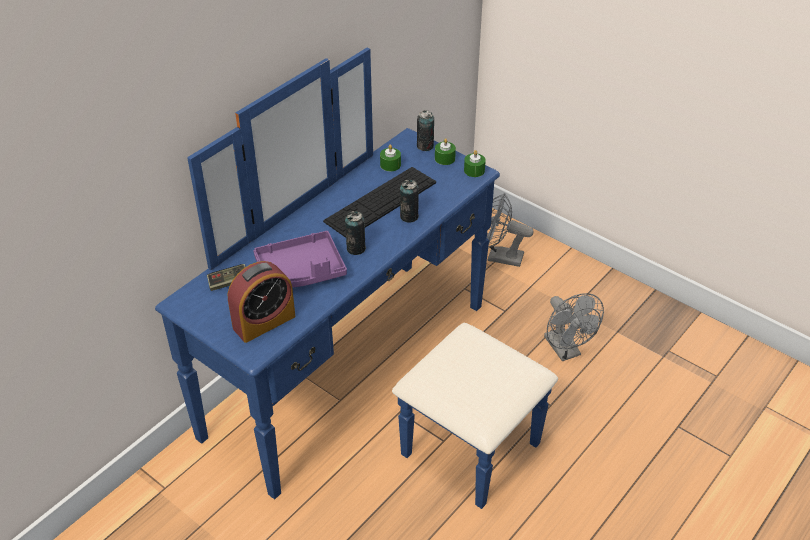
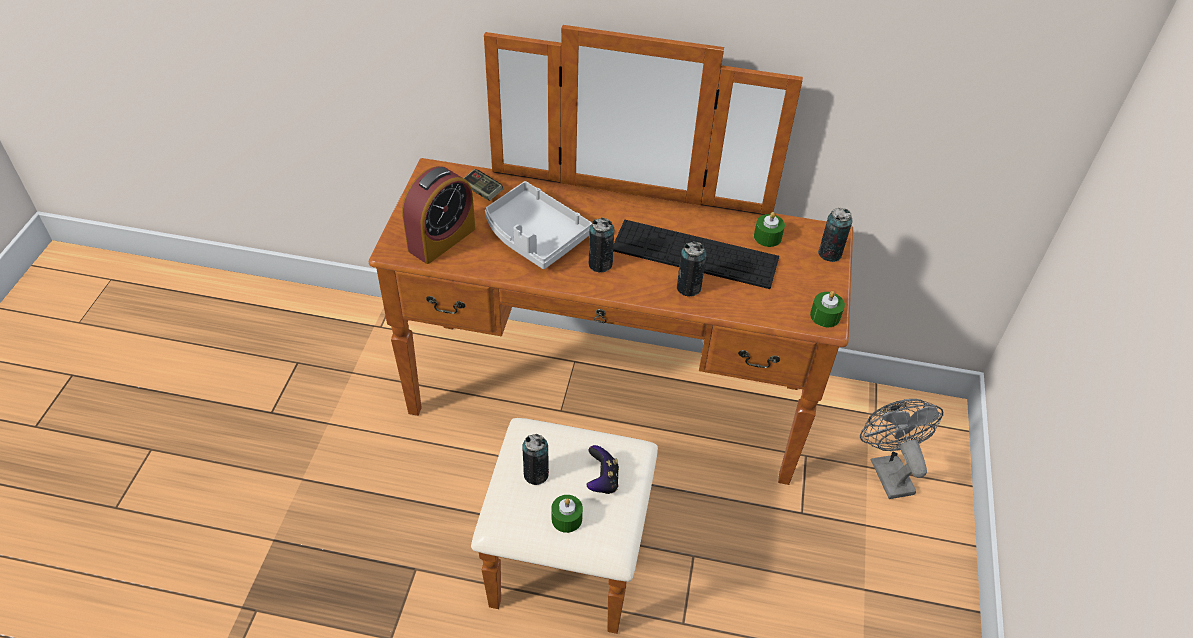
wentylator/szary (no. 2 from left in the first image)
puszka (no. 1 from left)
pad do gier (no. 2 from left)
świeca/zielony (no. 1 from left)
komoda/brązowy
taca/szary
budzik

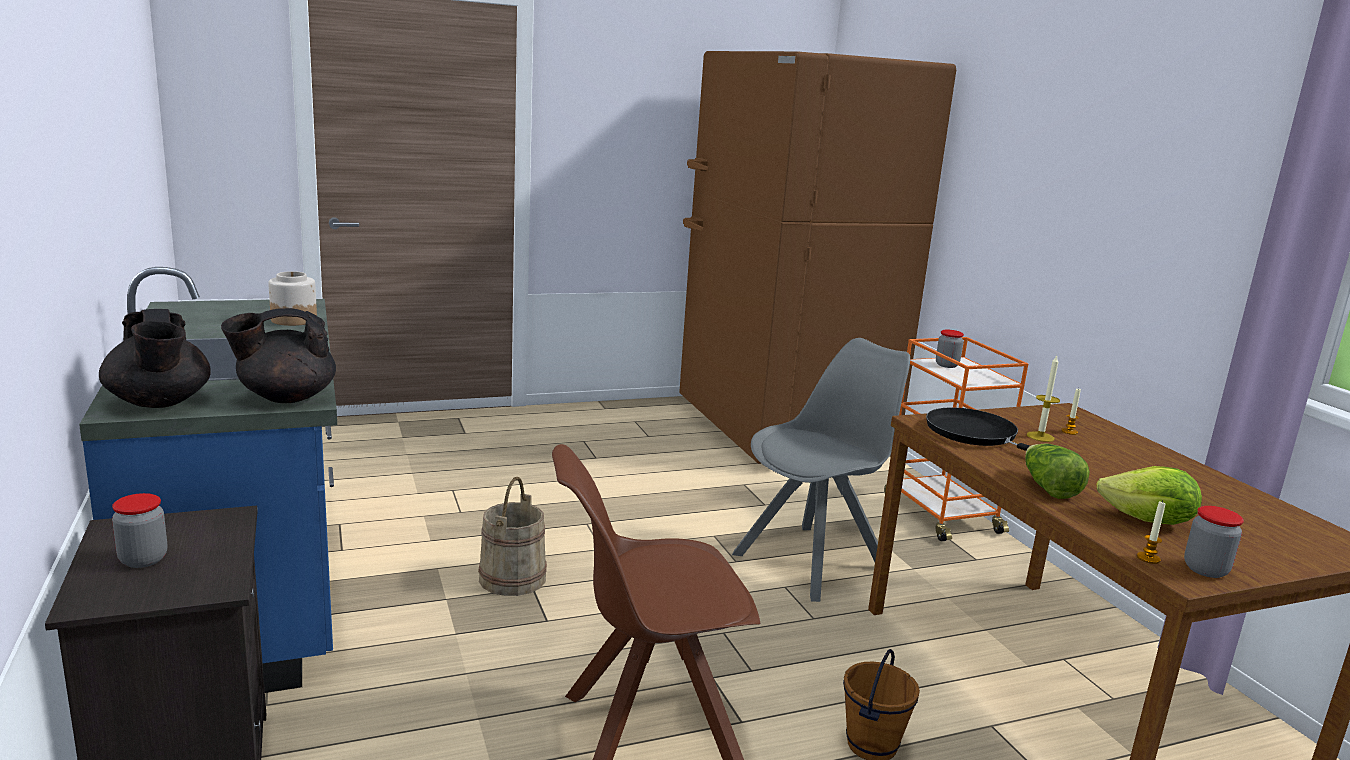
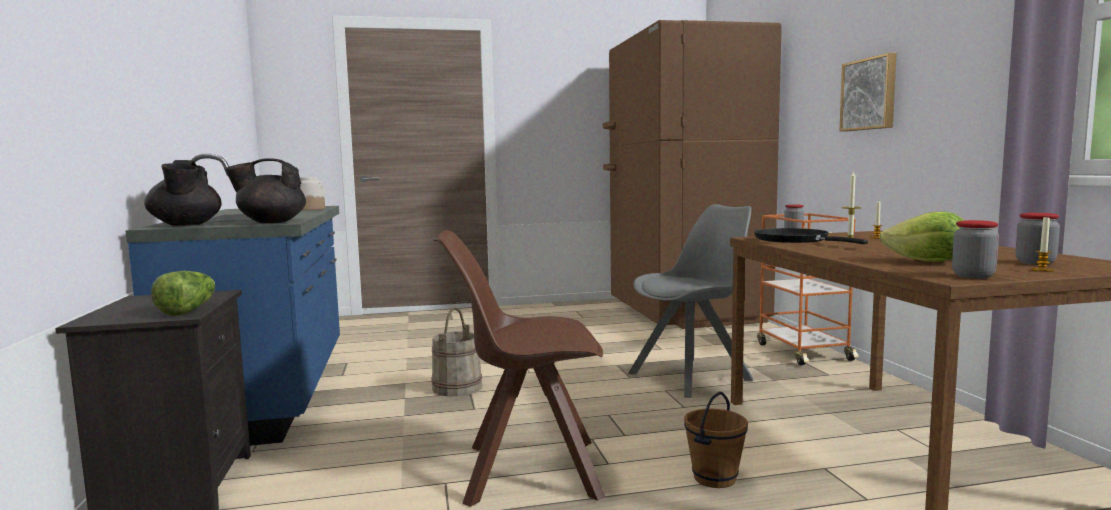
obraz
słoik (no. 4 from left)
sałata (no. 1 from left)
świeca (no. 3 from left)

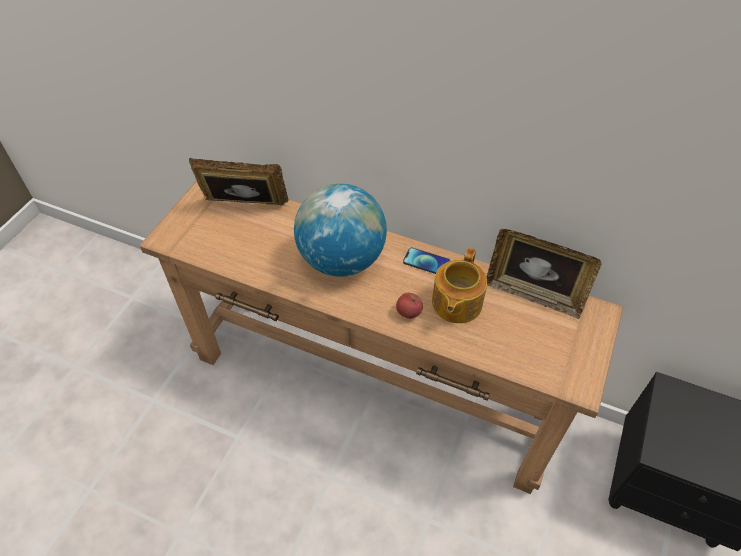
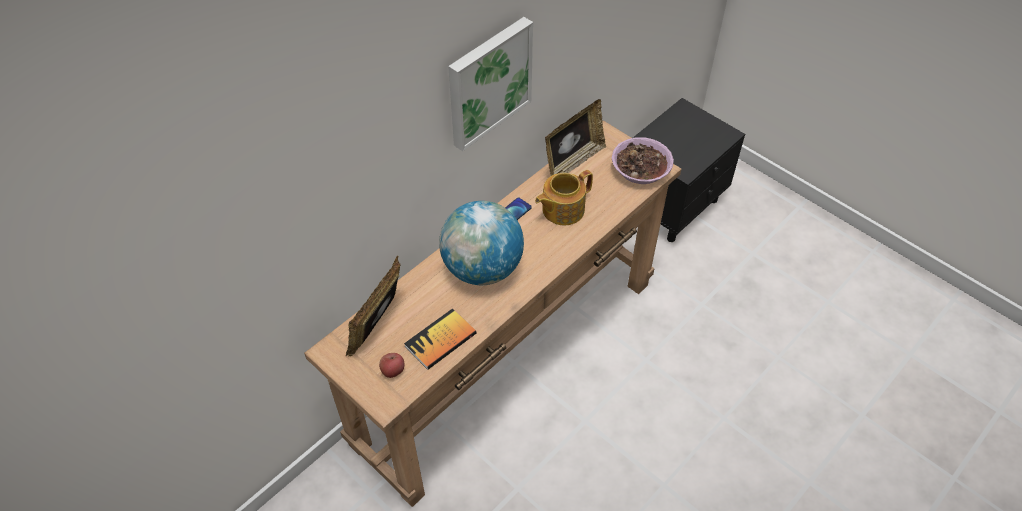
książka
obraz
miska
jabłko
imbryk

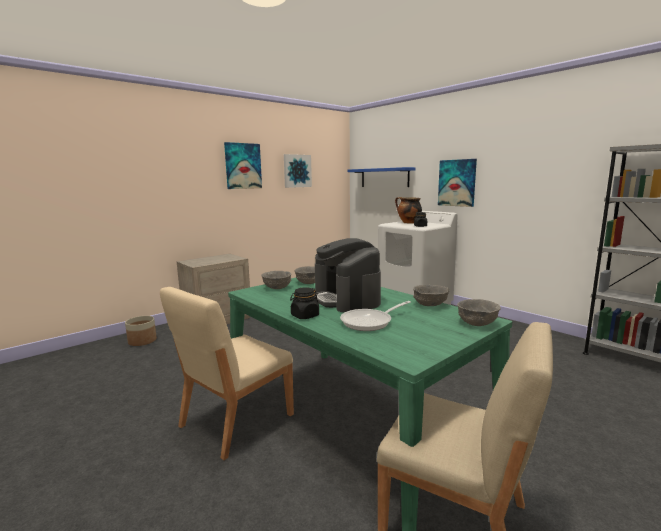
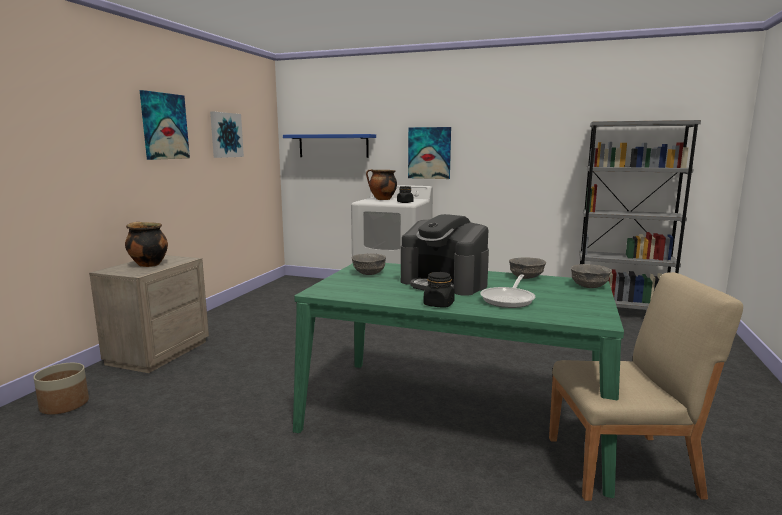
krzesło/beżowy (no. 1 from left in the first image)
miska/szary (no. 1 from left in the first image)
garnek (no. 1 from left)

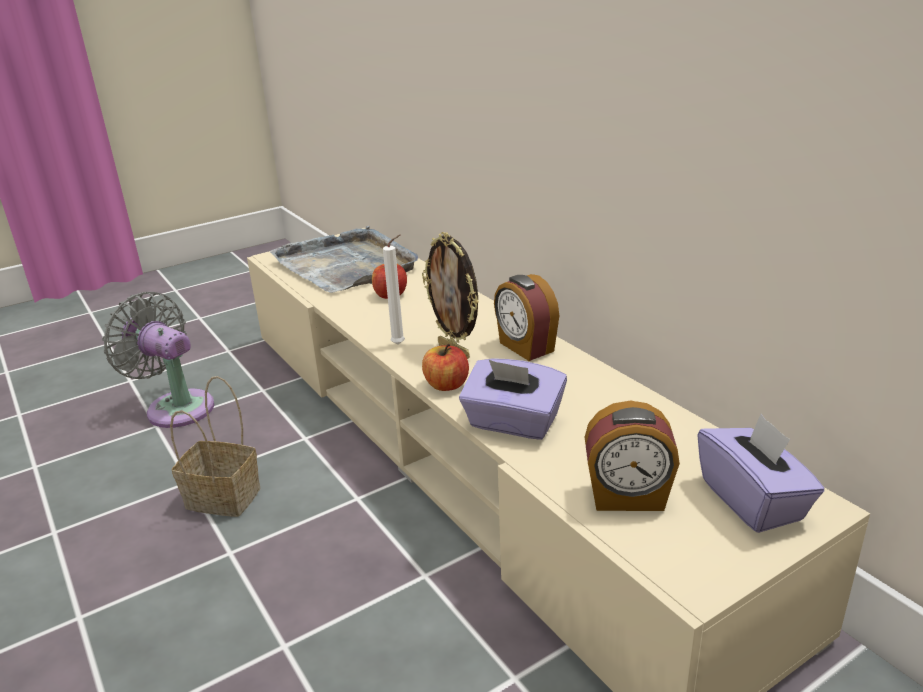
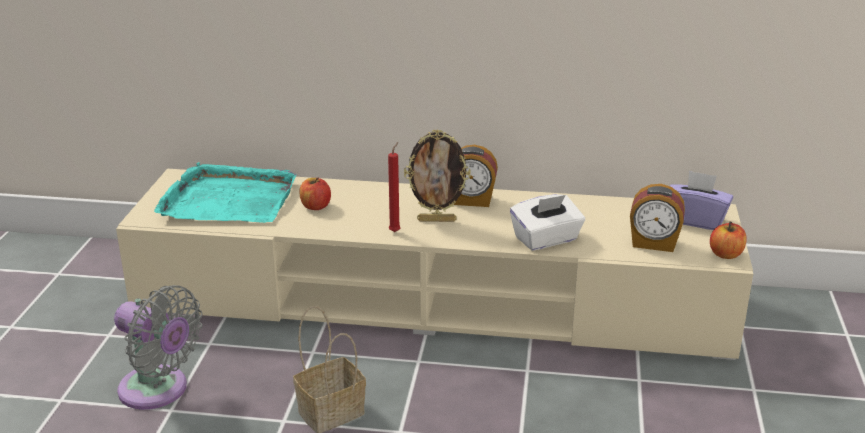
jabłko (no. 2 from left)
taca/turkusowy
świeca/czerwony
pudełko chusteczek/biały
wentylator/szary
budzik (no. 2 from left)

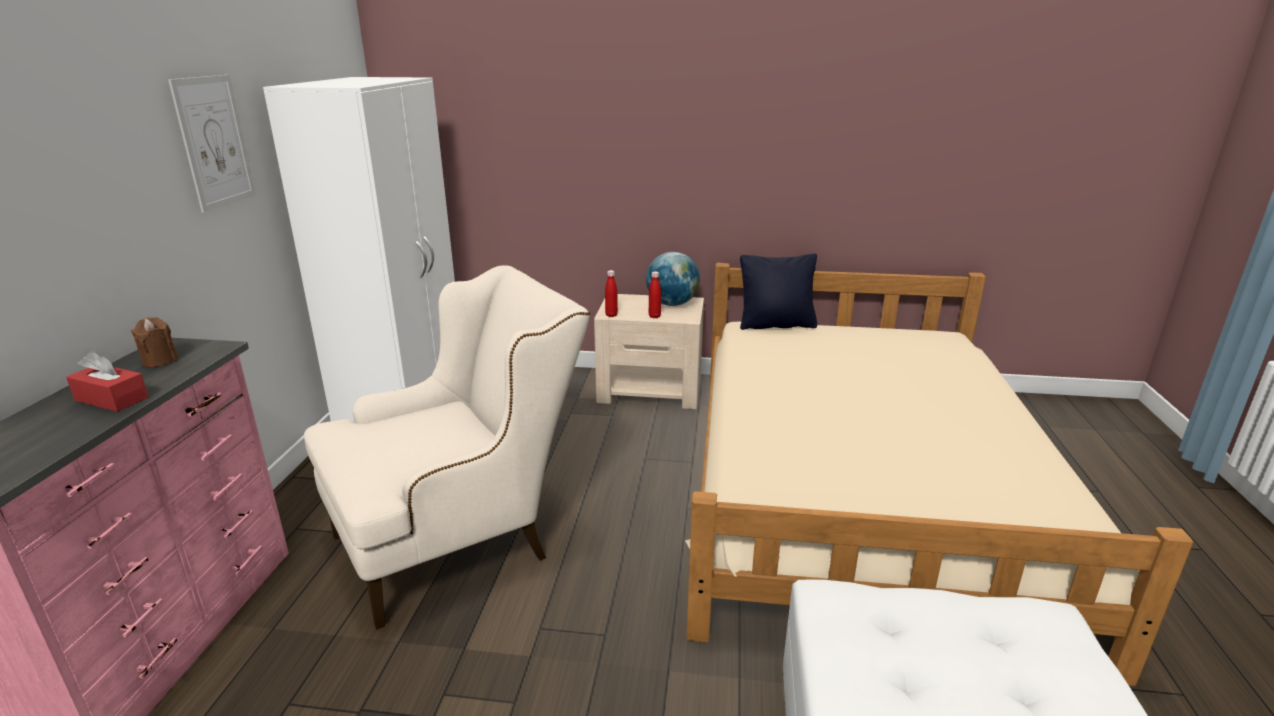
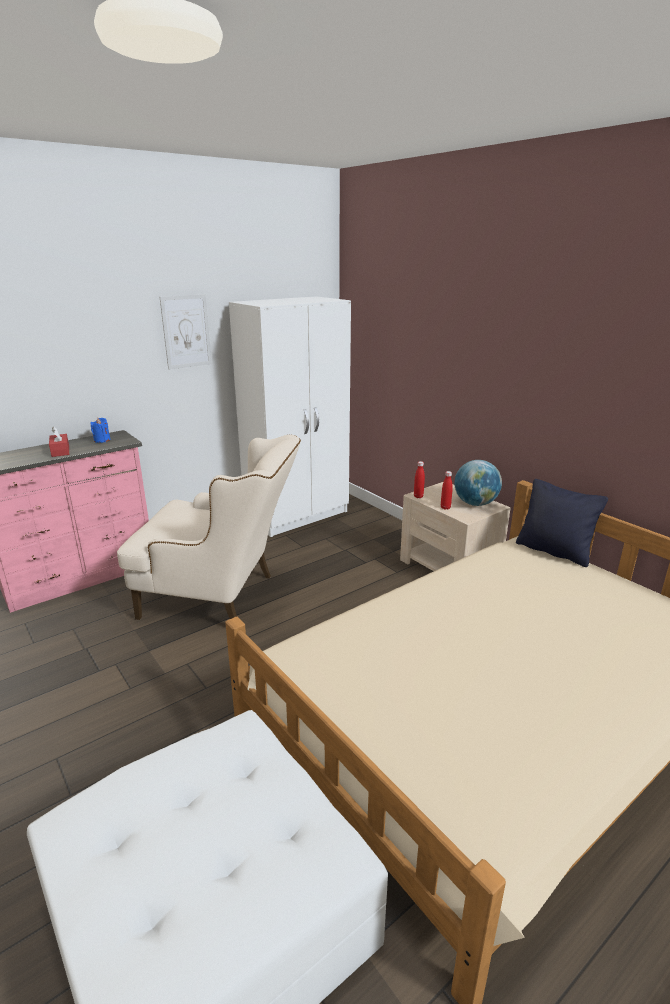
świeca/niebieski

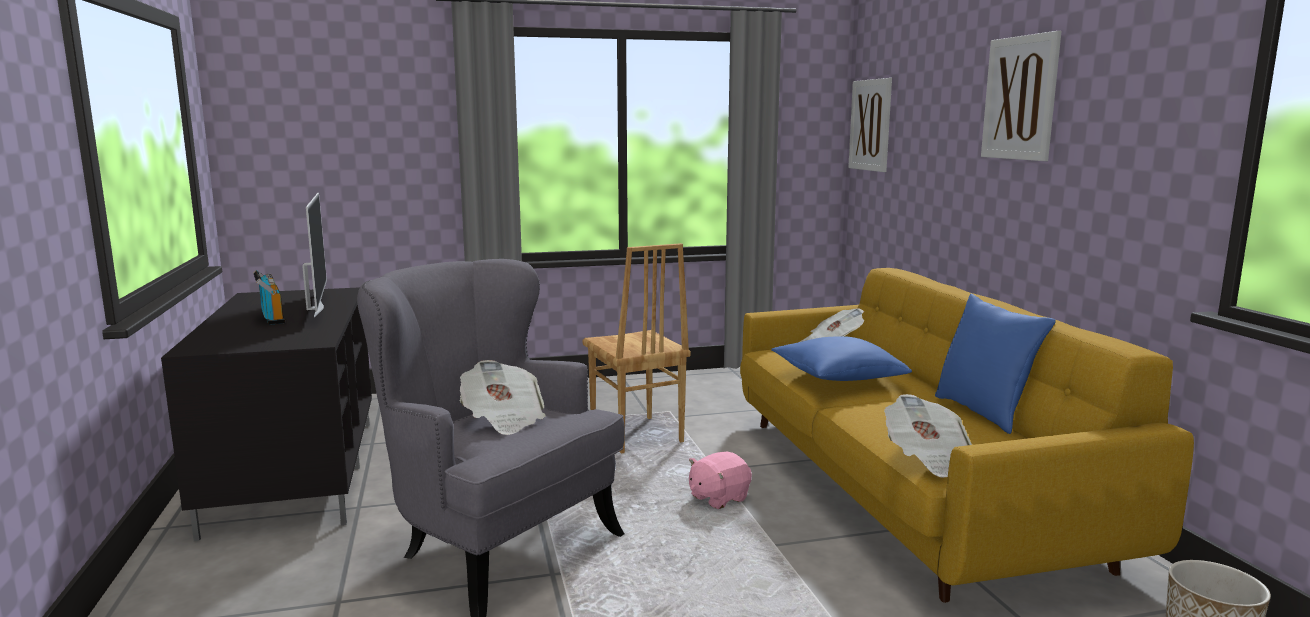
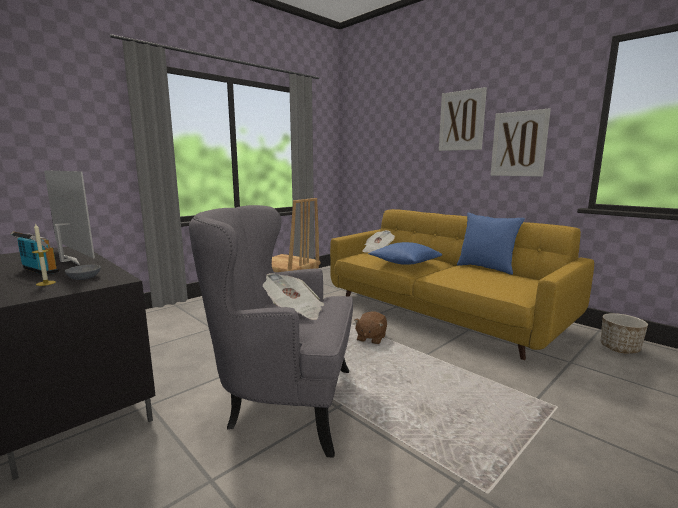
gazeta (no. 3 from left in the first image)
świeca
miska/szary
obraz (no. 2 from left)
pluszak/brązowy

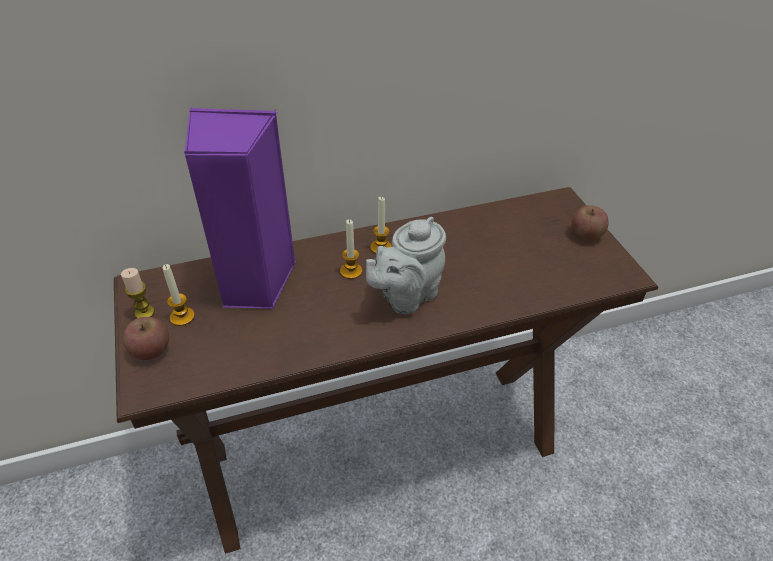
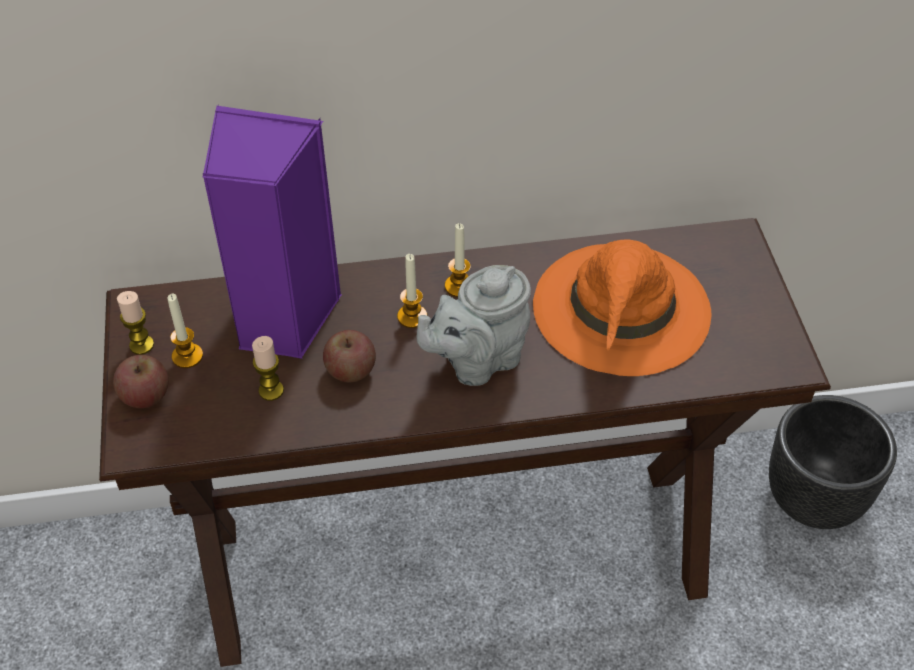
świeca (no. 3 from left)
kapelusz/pomarańczowy
donica/czarny
jabłko (no. 2 from left)

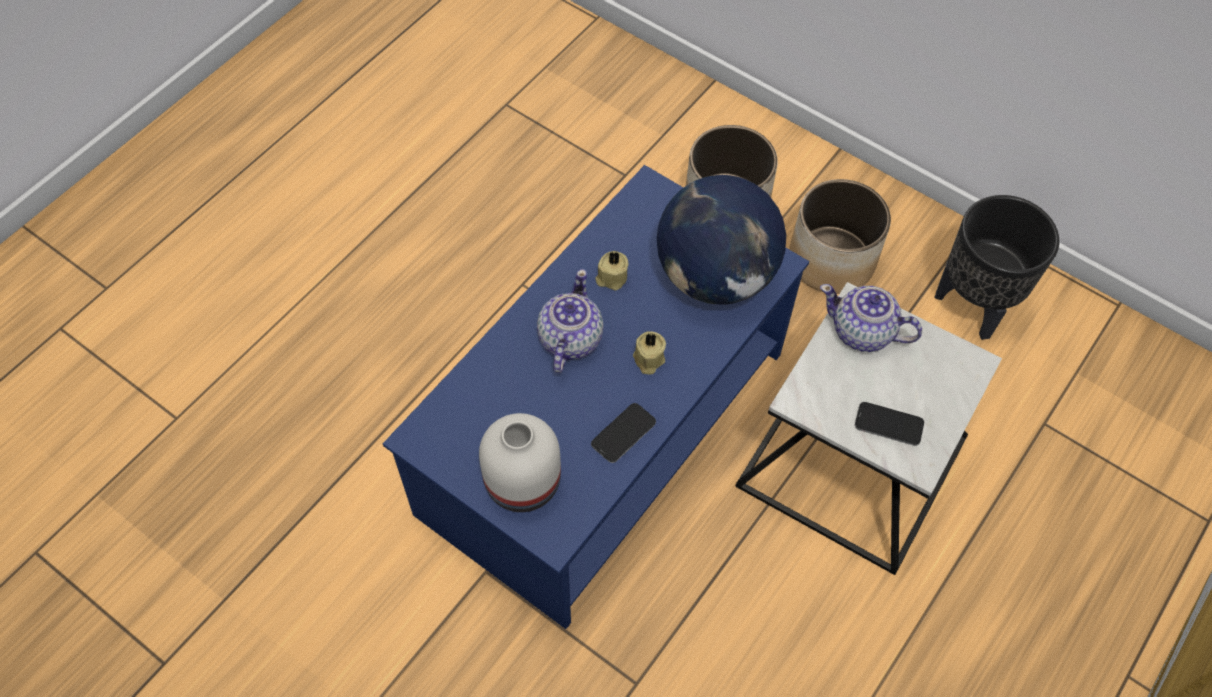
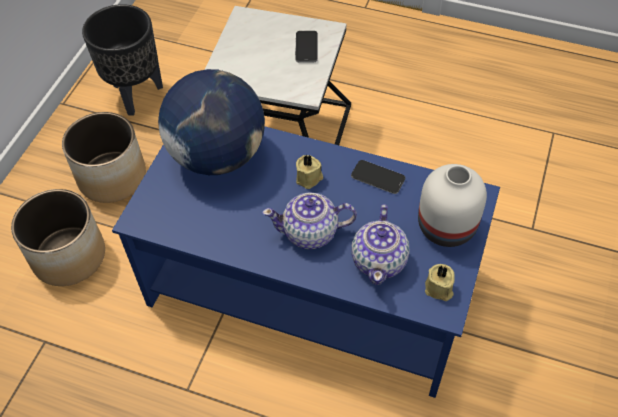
świeca/beżowy (no. 2 from left)
imbryk (no. 2 from left)

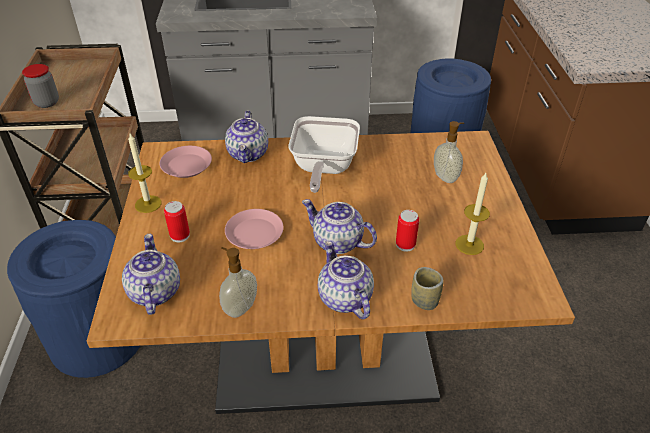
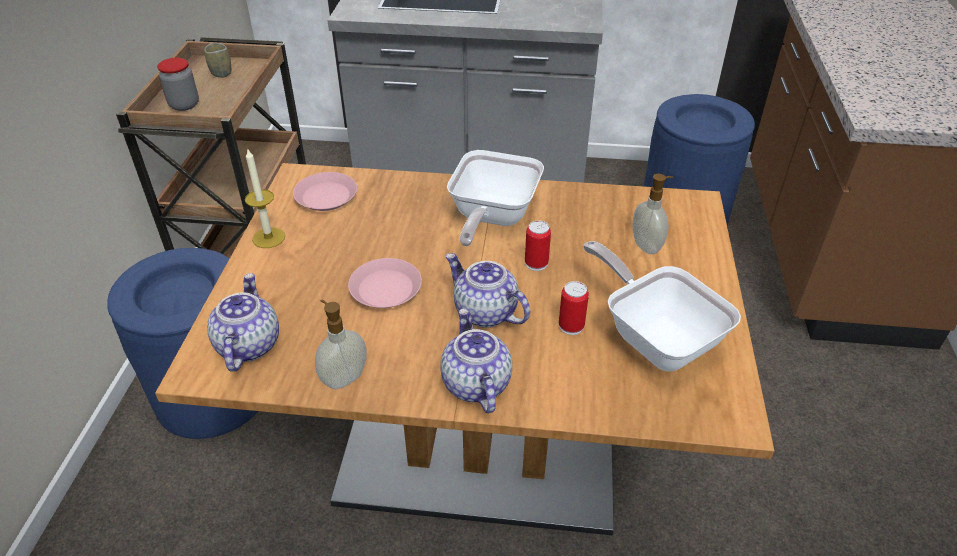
imbryk (no. 2 from left in the first image)
puszka (no. 1 from left)
filiżanka
patelnia (no. 2 from left)

